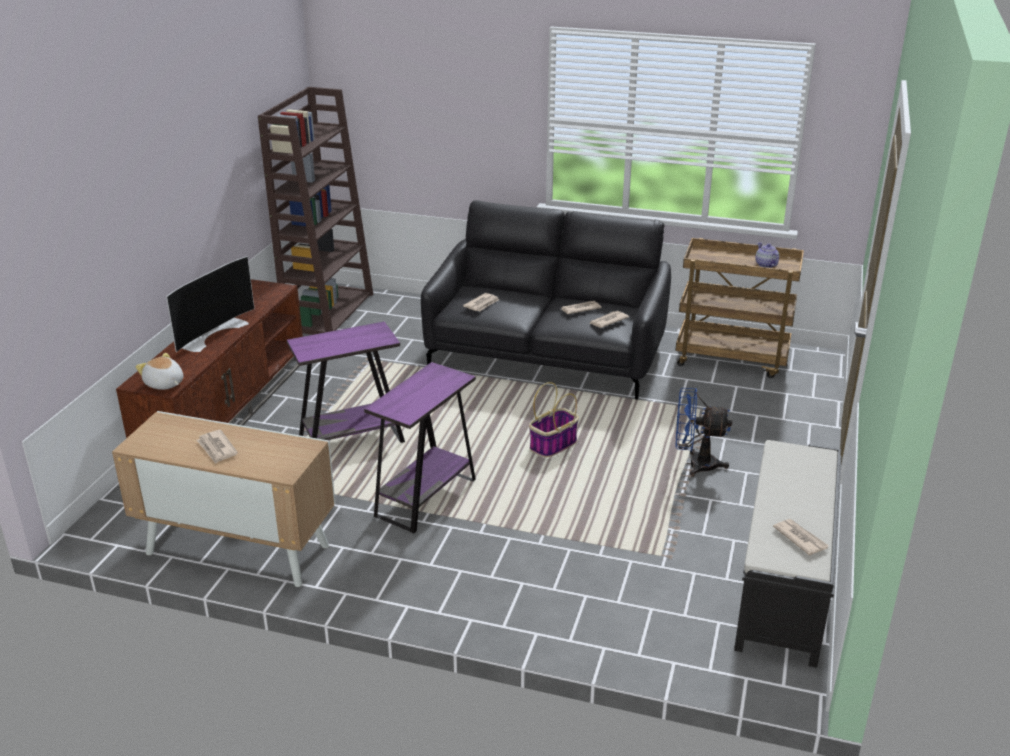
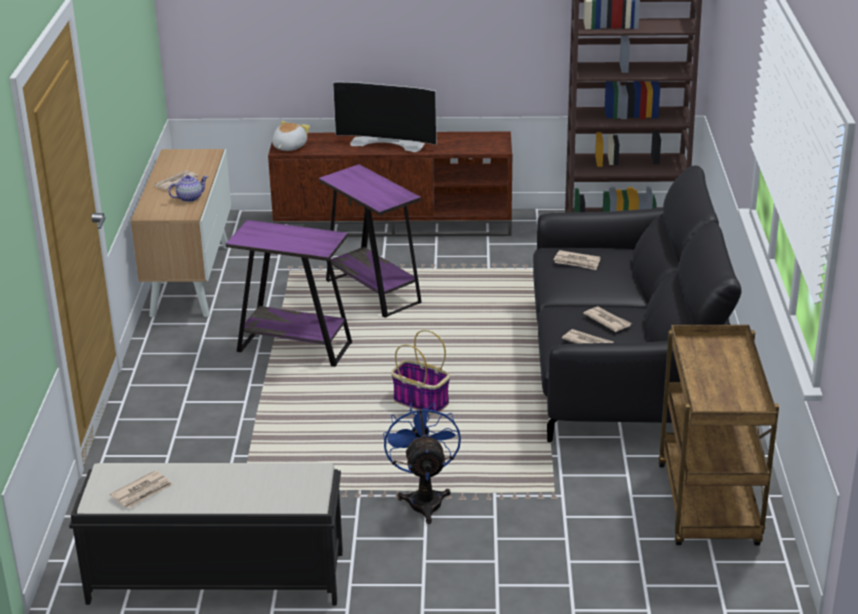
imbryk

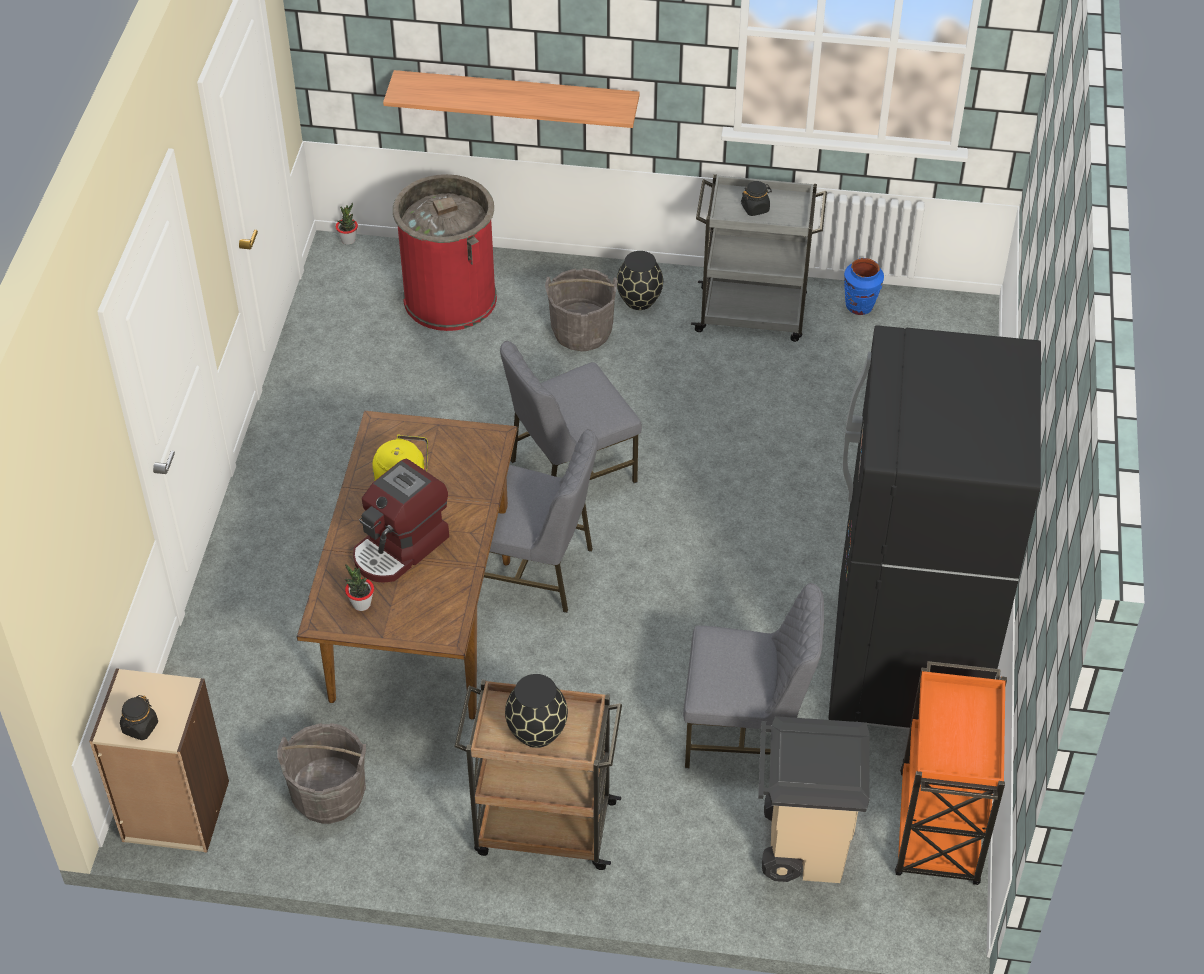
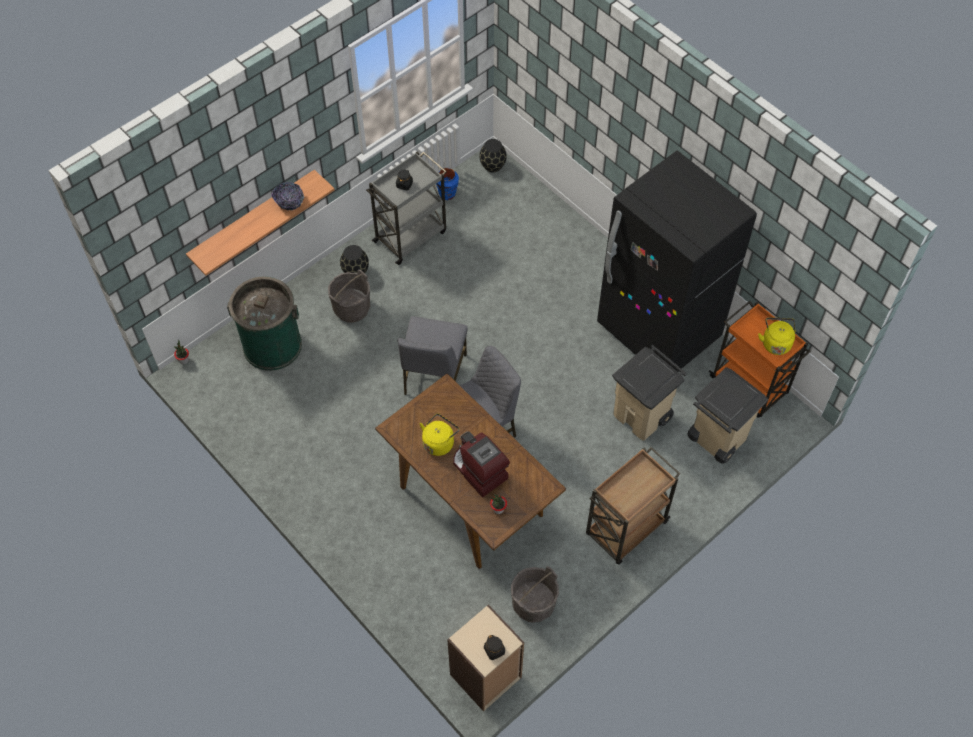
miska
czajnik/żółty (no. 2 from left)
wazon/czarny (no. 2 from left)
kosz na śmieci/beżowy (no. 1 from left)
kosz na śmieci/zielony
ekspres do kawy

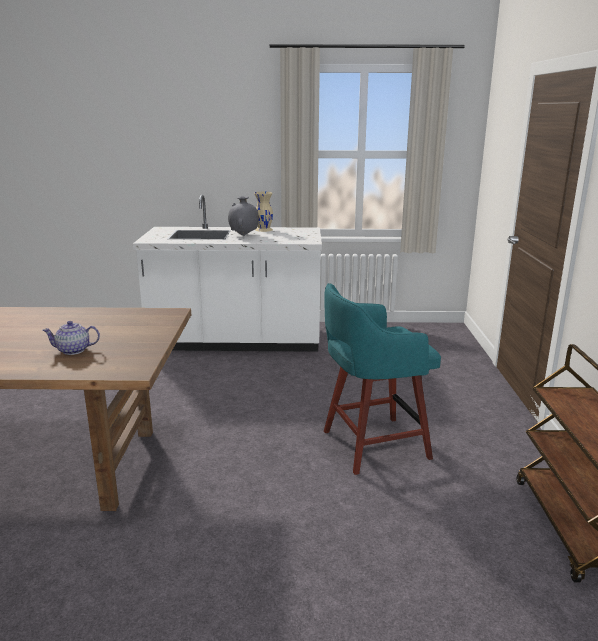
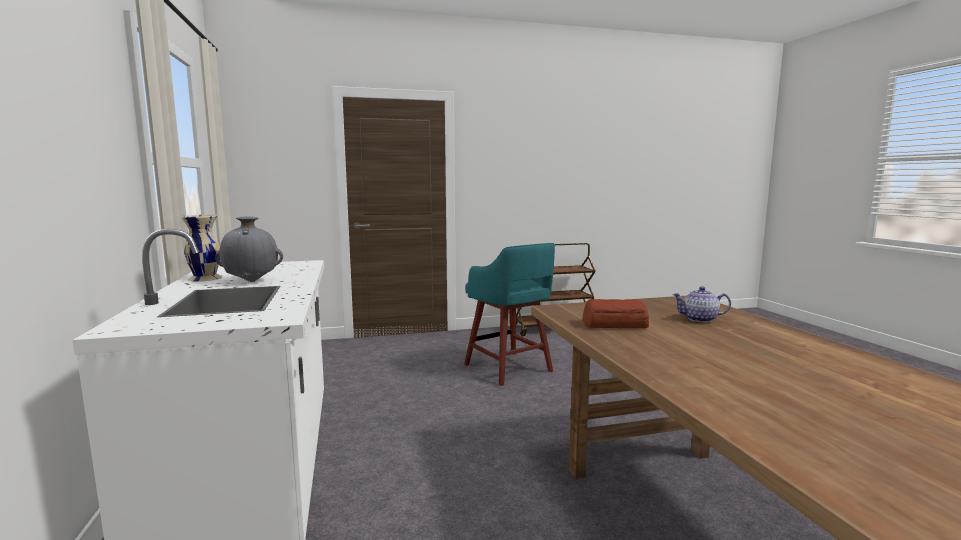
chleb
imbryk

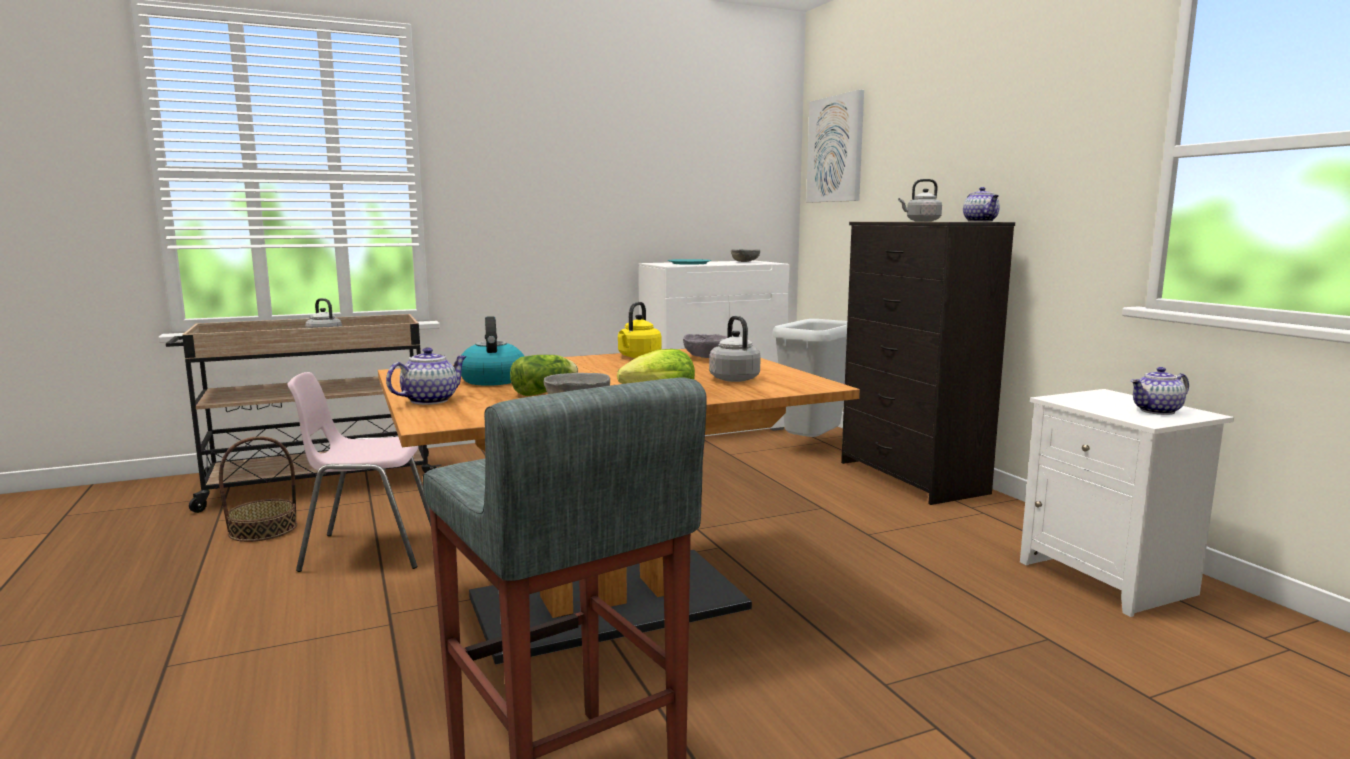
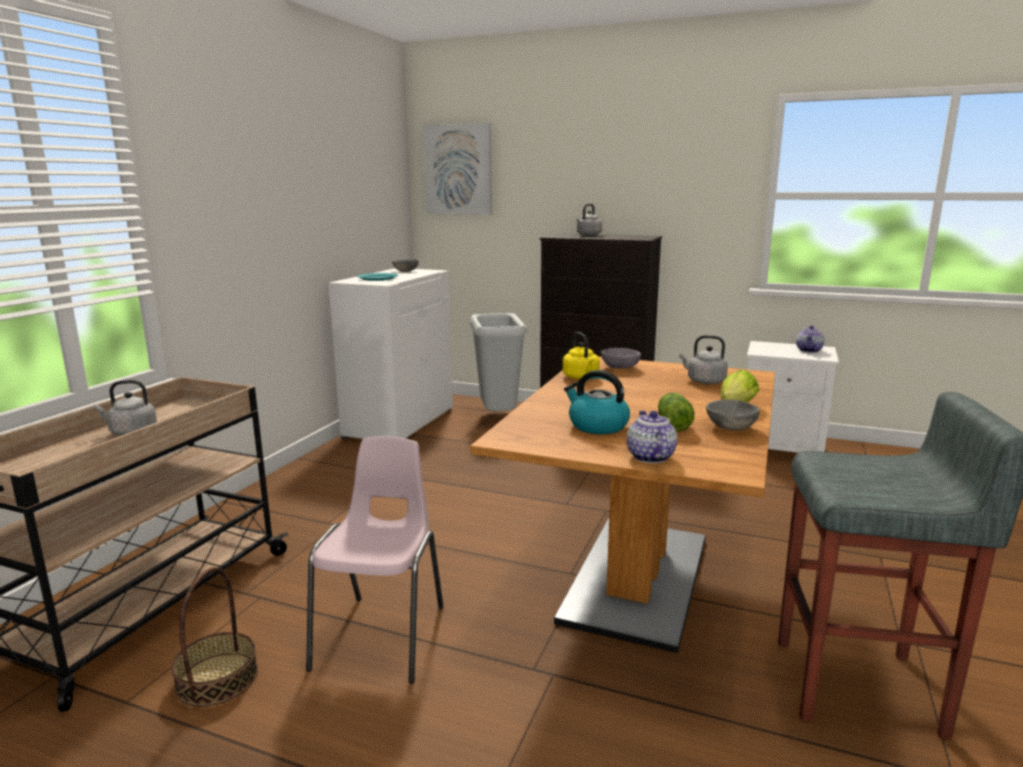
imbryk (no. 2 from left in the first image)
krzesło/różowy

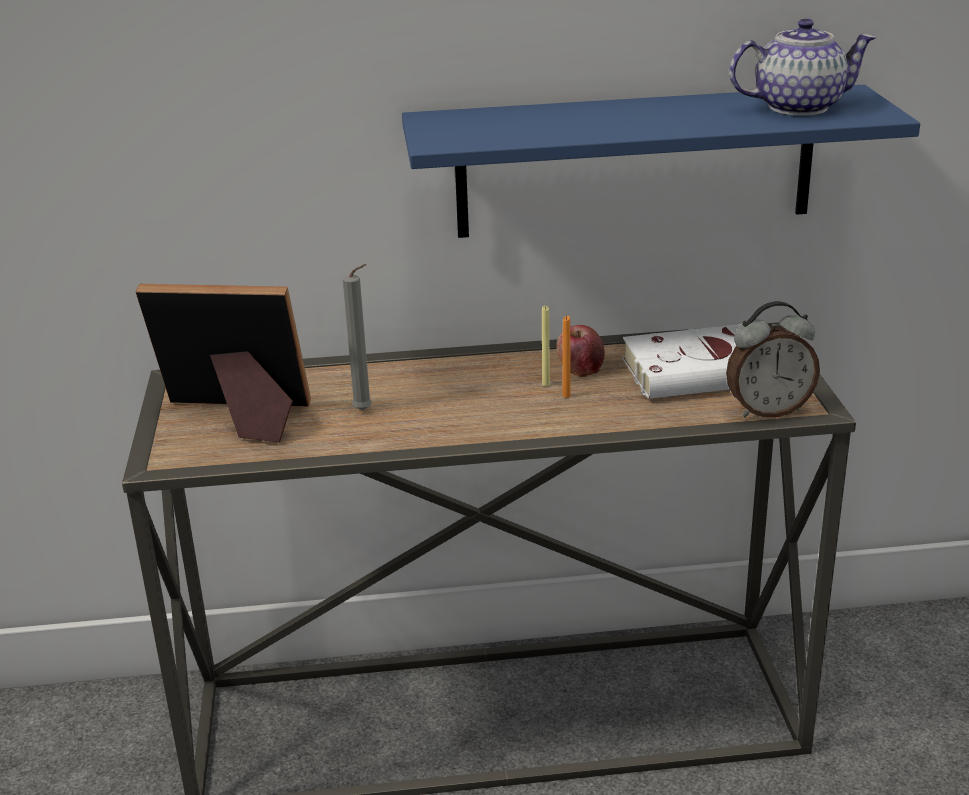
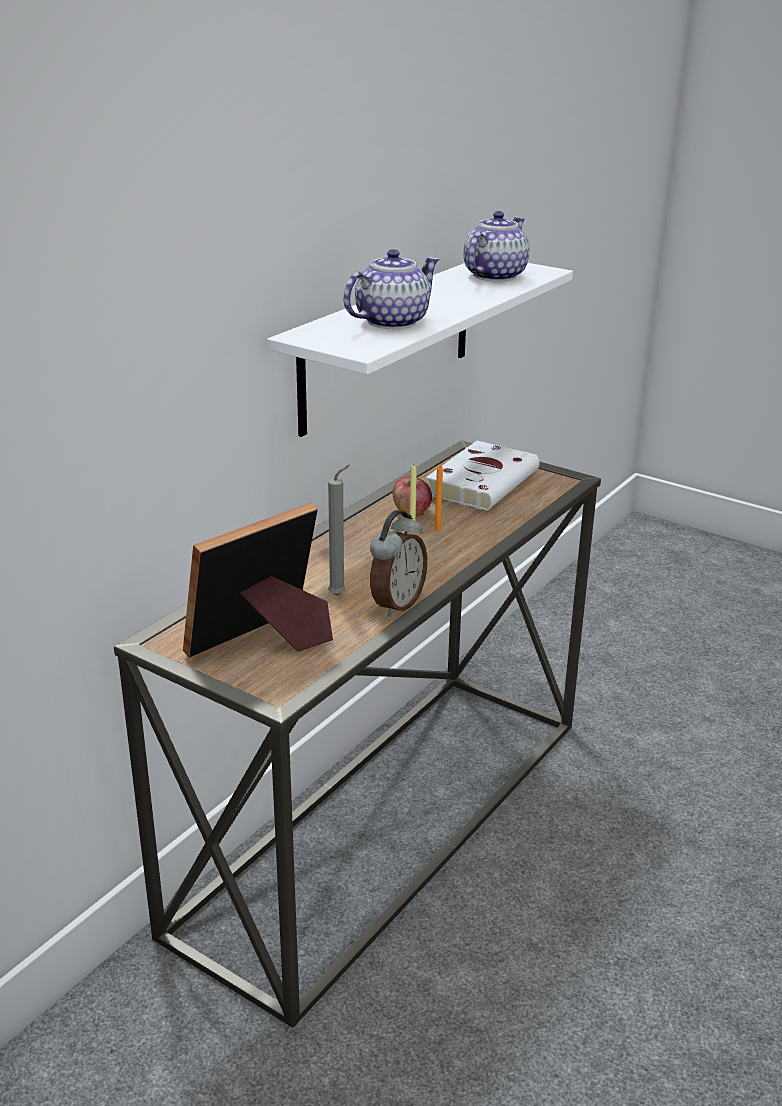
imbryk (no. 1 from left)
budzik
półka/biały

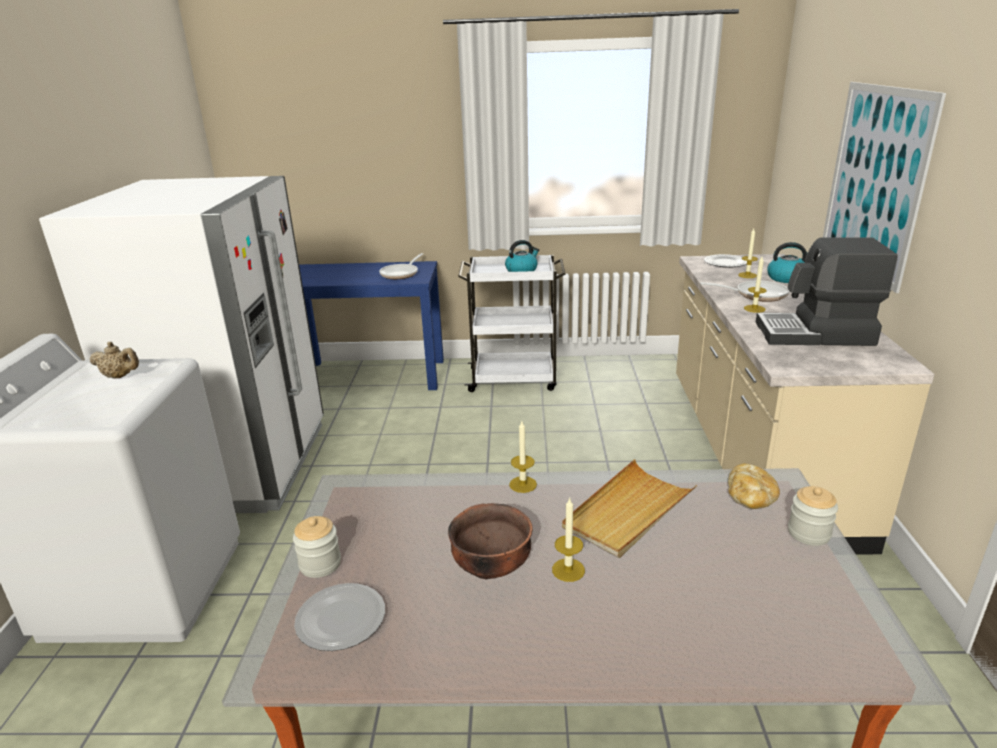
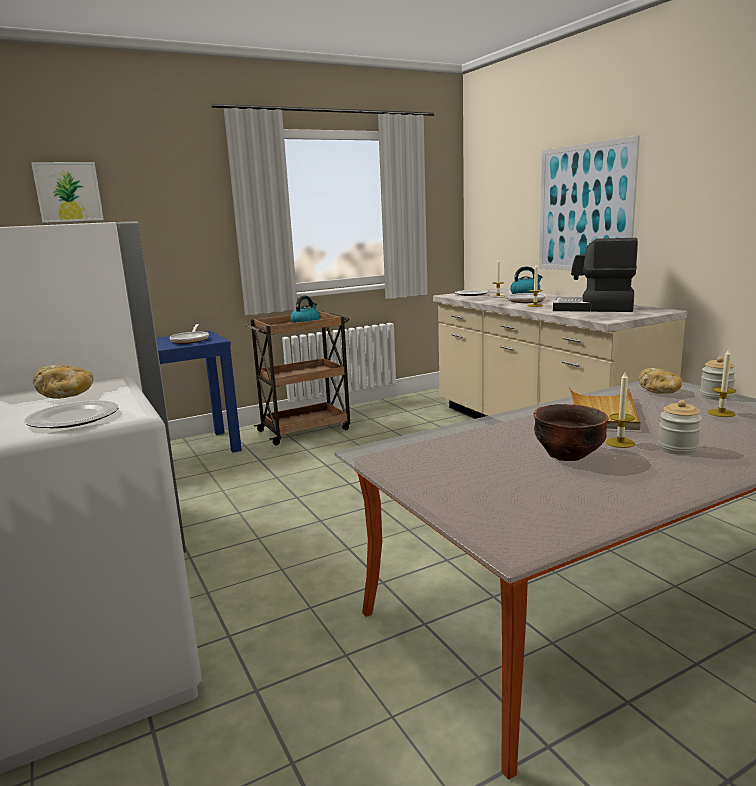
obraz (no. 1 from left)
słoik (no. 1 from left)
talerz (no. 1 from left)
świeca (no. 4 from left)
chleb (no. 1 from left)
wózek/brązowy
ekspres do kawy

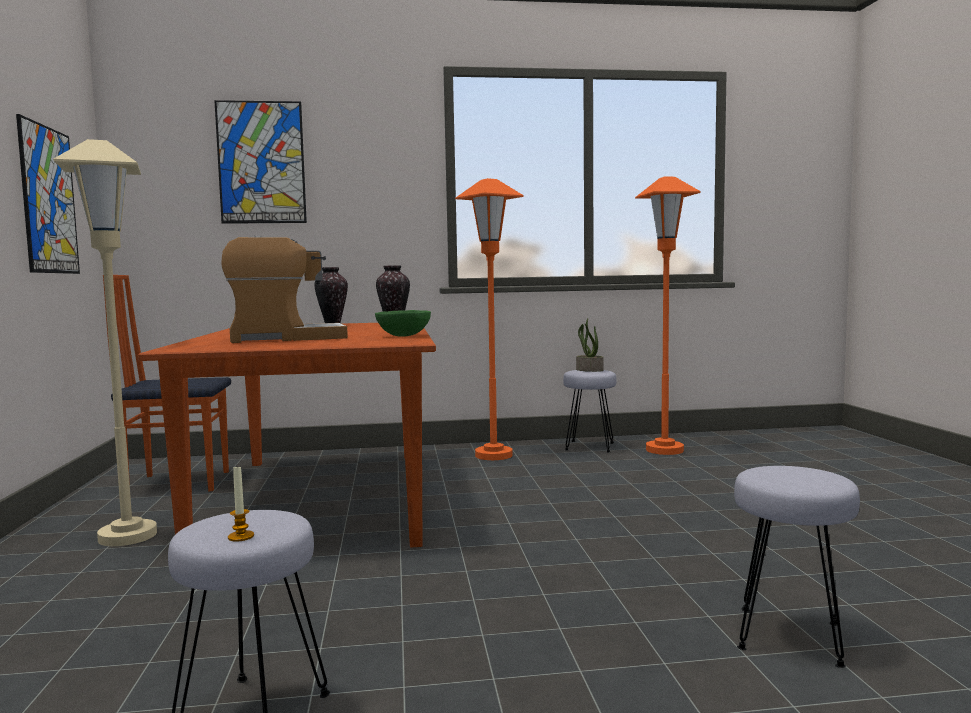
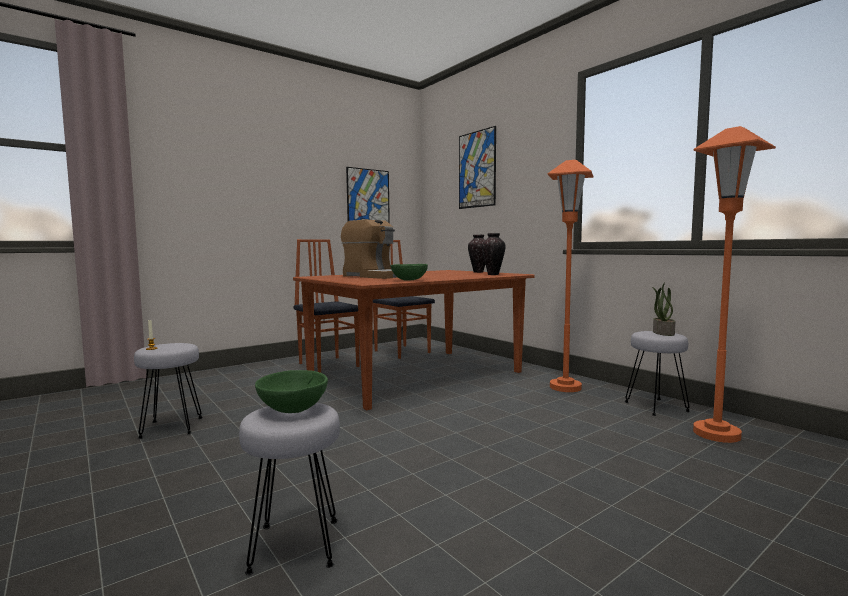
miska/zielony (no. 1 from left)
krzesło (no. 1 from left)

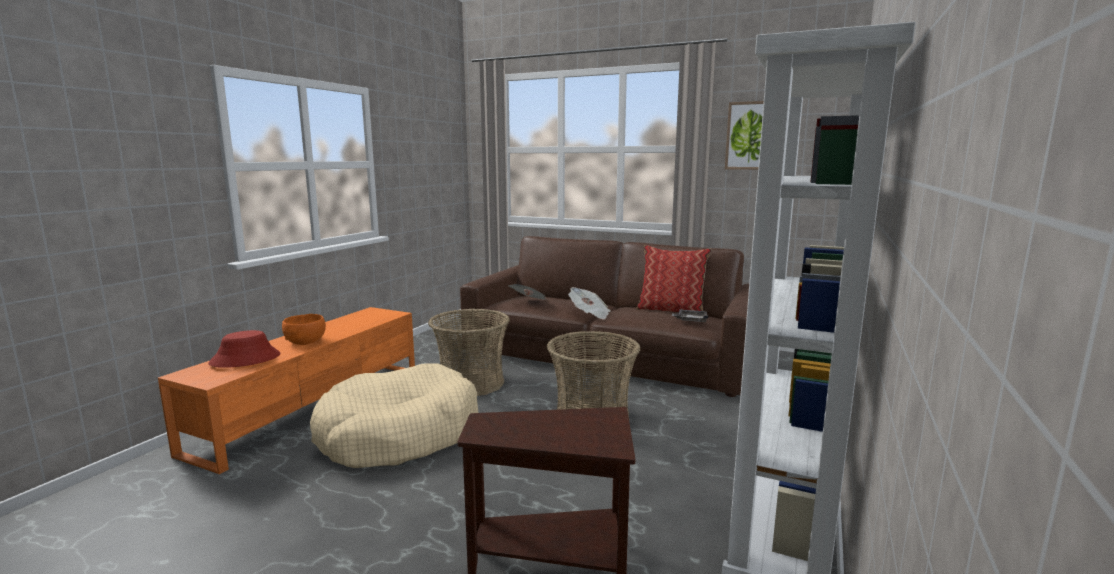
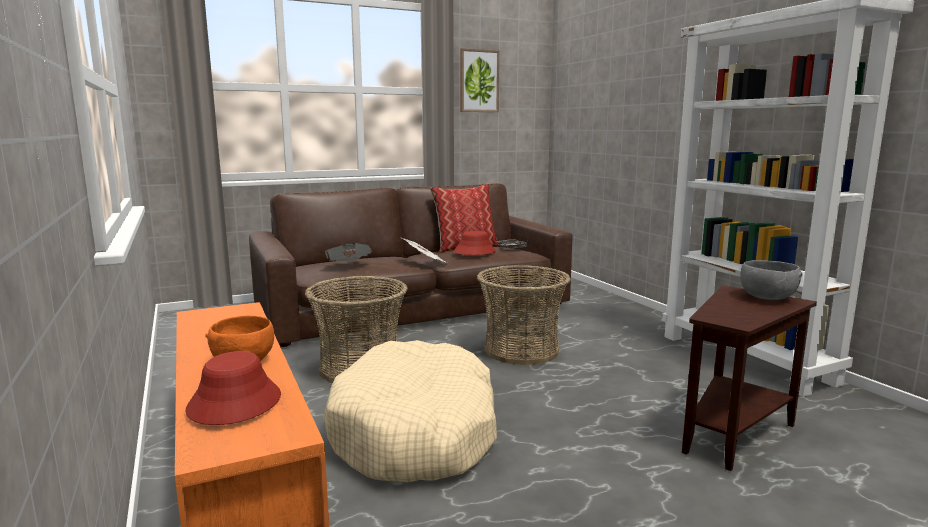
kapelusz/czerwony (no. 2 from left)
miska/szary

